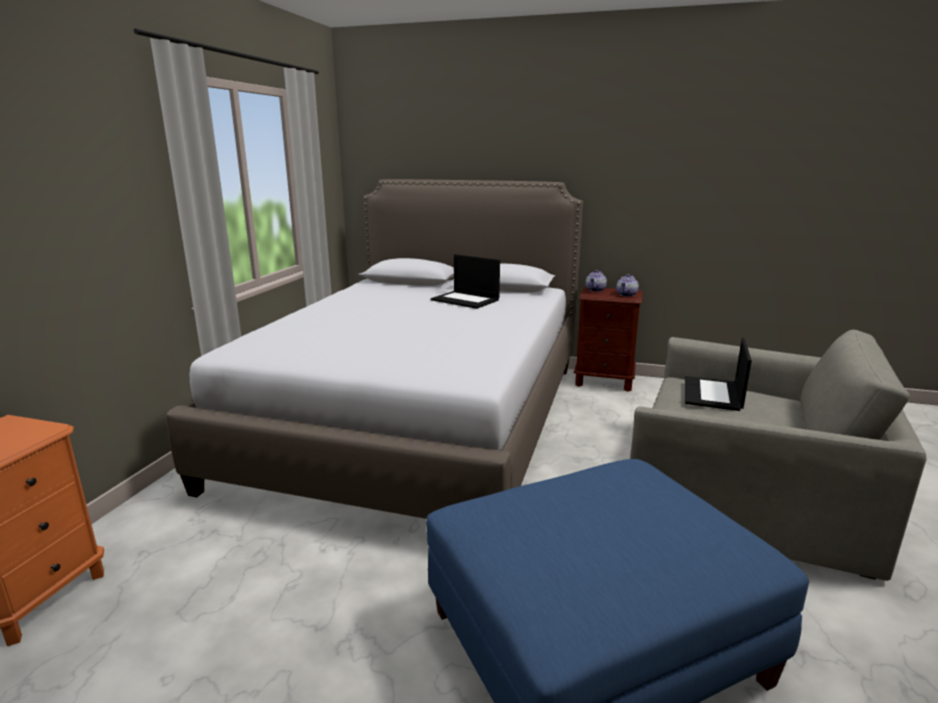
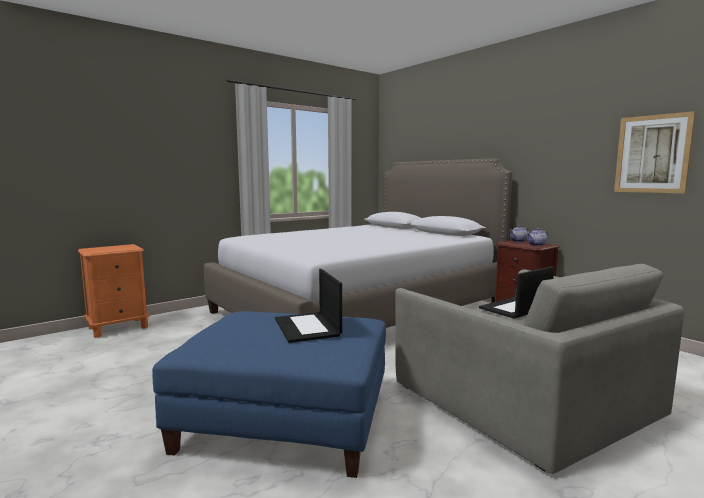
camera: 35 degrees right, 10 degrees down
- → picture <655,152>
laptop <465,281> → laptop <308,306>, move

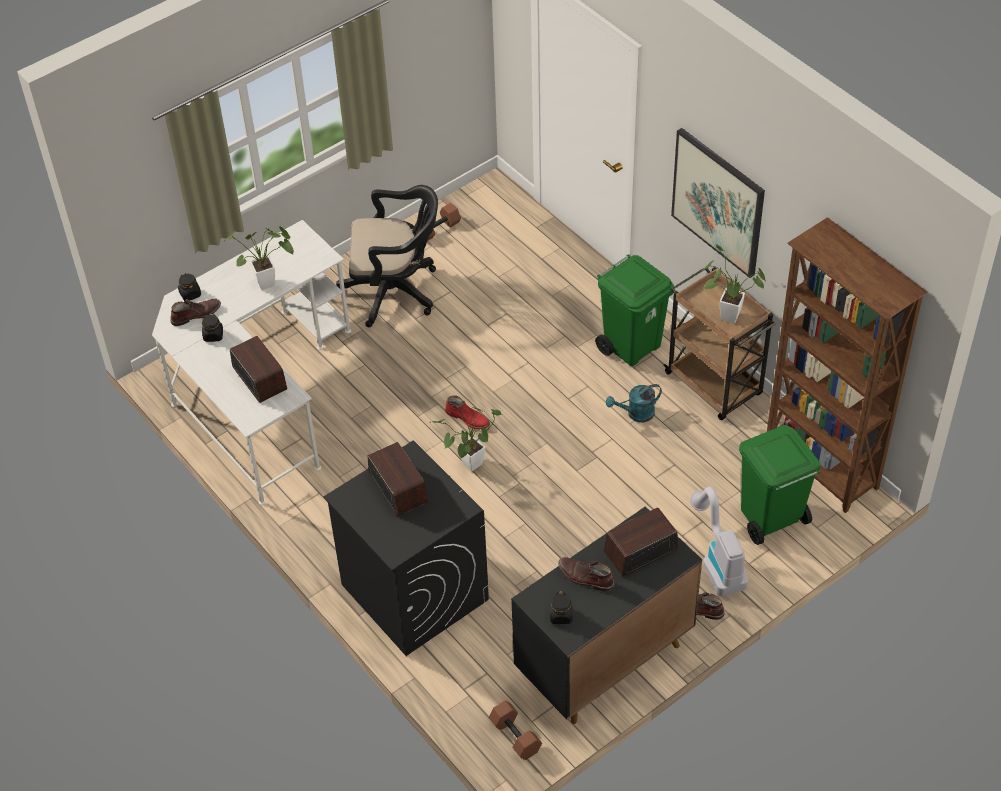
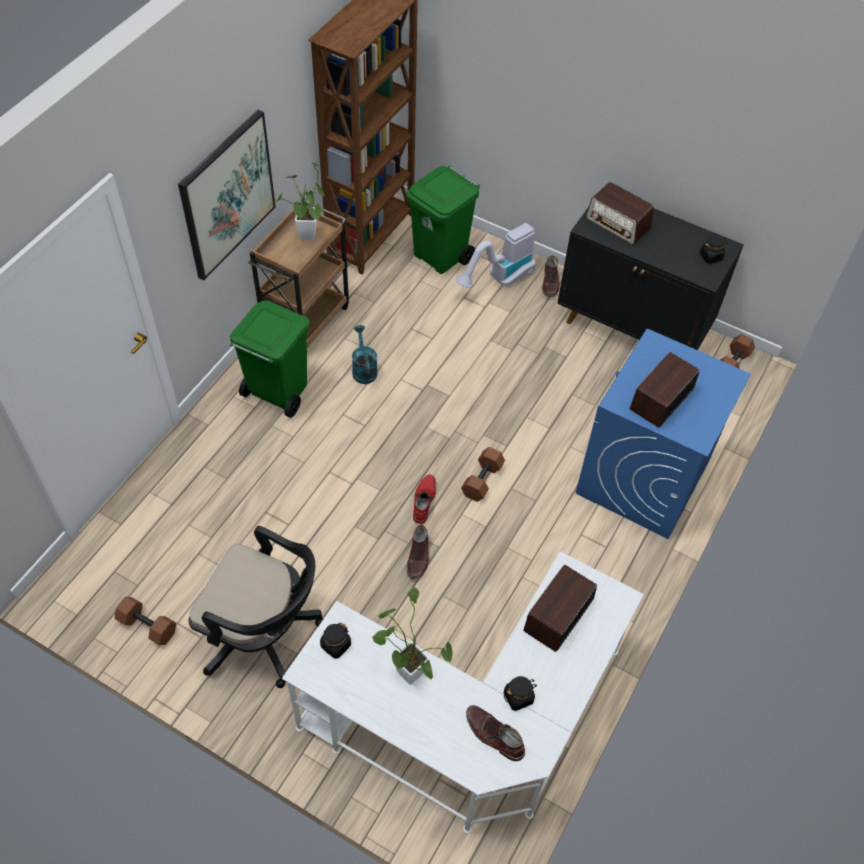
camera: 115 degrees left, 5 degrees up
blackish jar <189,287> → blackish jar <335,641>, move
brownish tall boot <586,574> → brownish tall boot <418,552>, move
potted plant <465,439> → brownish hand weight <483,474>
blackish washing machine <406,548> → blue-coloured washing machine <663,434>
blackish desk chair <387,256> → blackish desk chair <255,607>, 135 degrees clockwise
turquoise watering pot <634,403> → turquoise watering pot <365,354>, 150 degrees counterclockwise

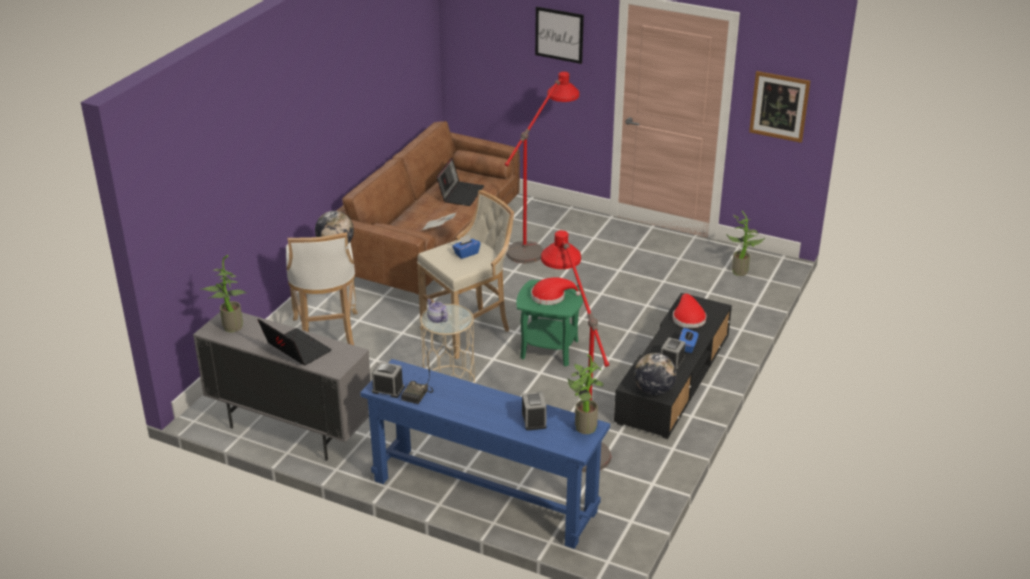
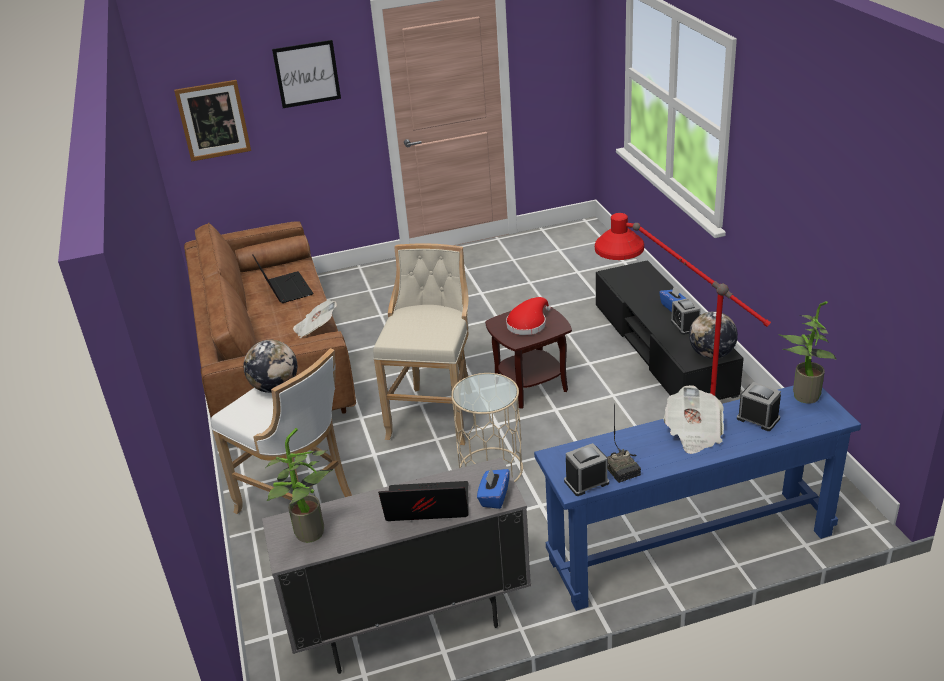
camera: 40 degrees left, 0 degrees up
tea pot <437,311> → -
red standing lamp <542,167> → -
red hat <689,311> → -
potted plant <745,243> → -
- → daily paper <694,419>
blue-coloured box of tissues <466,247> → blue-coloured box of tissues <493,488>, move
picture <779,107> → picture <212,120>, move
green-coloured side table <550,323> → brownish side table <528,357>

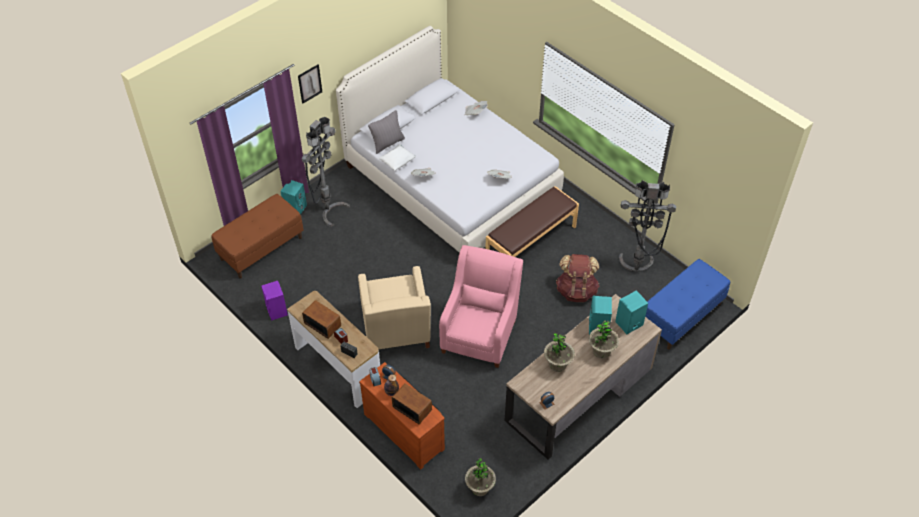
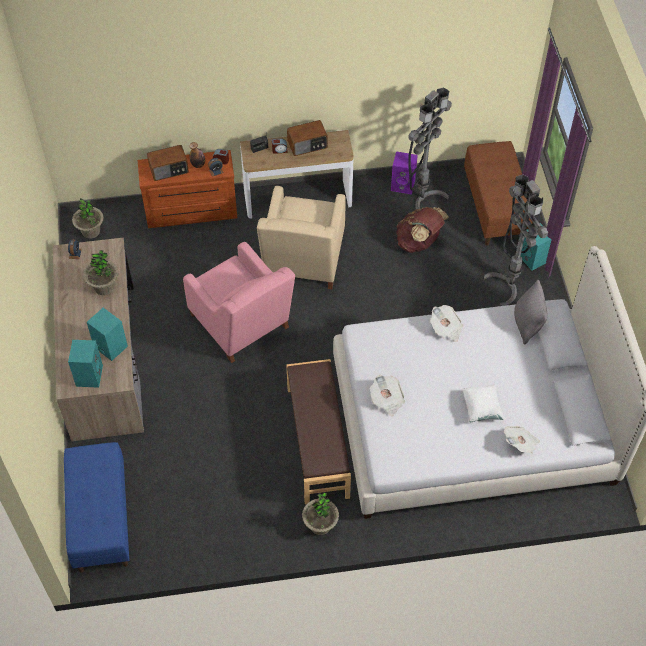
camera: 125 degrees right, 5 degrees up
picture <310,84> → -
white cushion <397,157> → white cushion <483,403>, move
brownish backpack <577,278> → brownish backpack <422,230>, move
potted plant <603,339> → potted plant <320,513>, move
grey standing lamp <647,226> → grey standing lamp <430,149>, move
sand-coloured armchair <394,307> → sand-coloured armchair <301,238>, 105 degrees counterclockwise

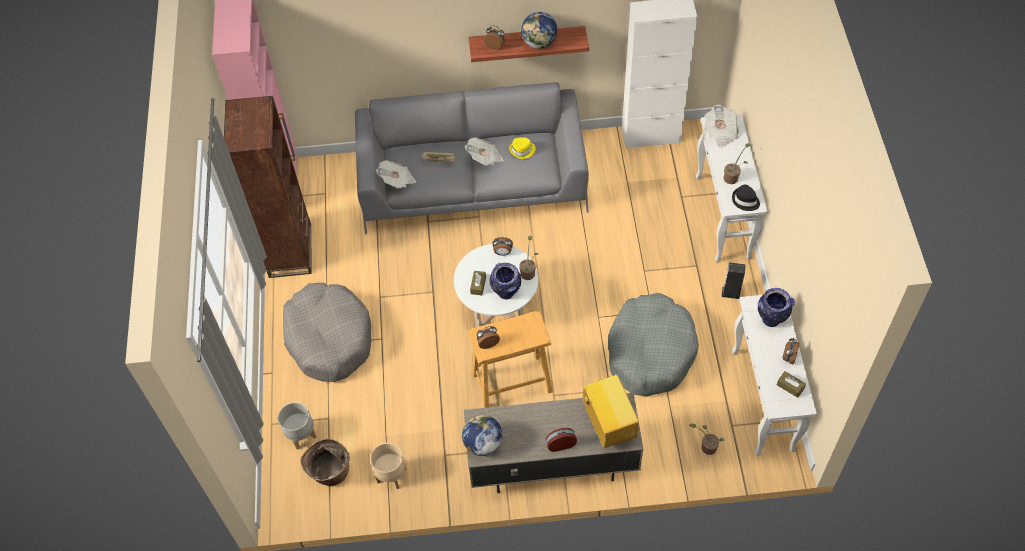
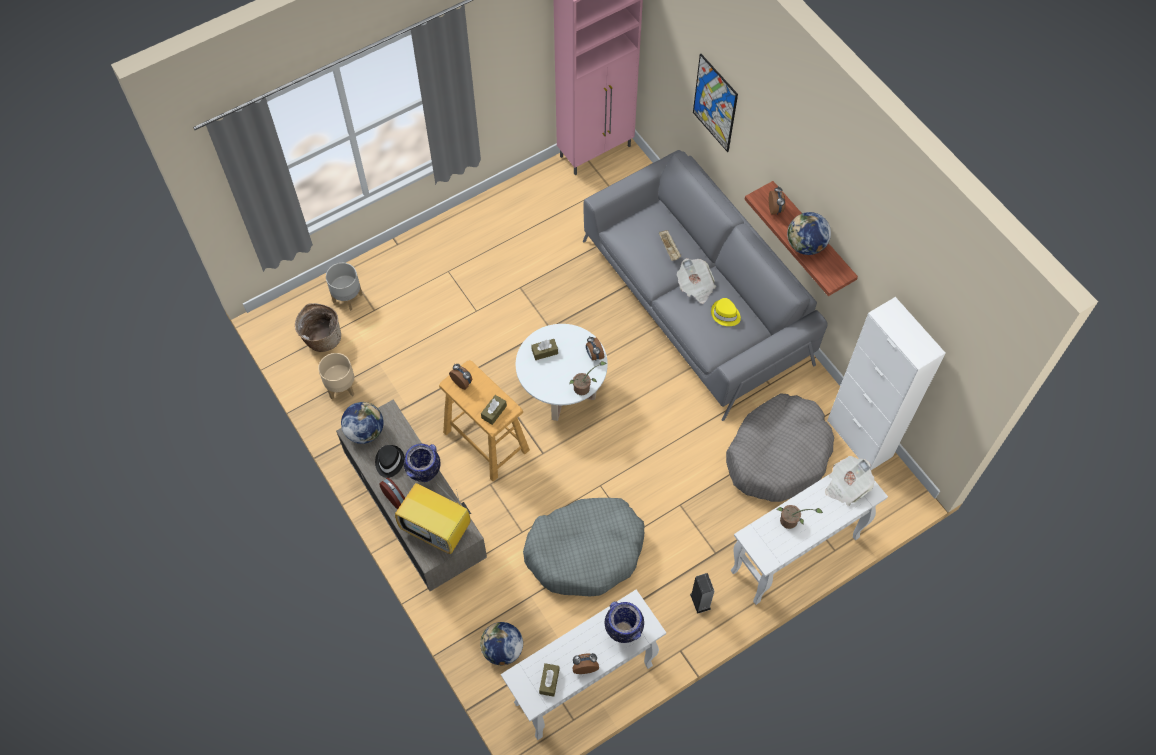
camera: 60 degrees right, 5 degrees up
brownish shelving unit <268,187> → -
daily paper <396,174> → -
- → brownish box of tissues <494,410>
- → picture <715,103>
grey pet bed <327,332> → grey pet bed <780,447>, move
vase <505,281> → vase <422,463>, move
blackish hat <746,198> → blackish hat <389,461>, move
potted plant <707,439> → globe <501,643>
TV <611,411> → TV <433,518>, 75 degrees clockwise

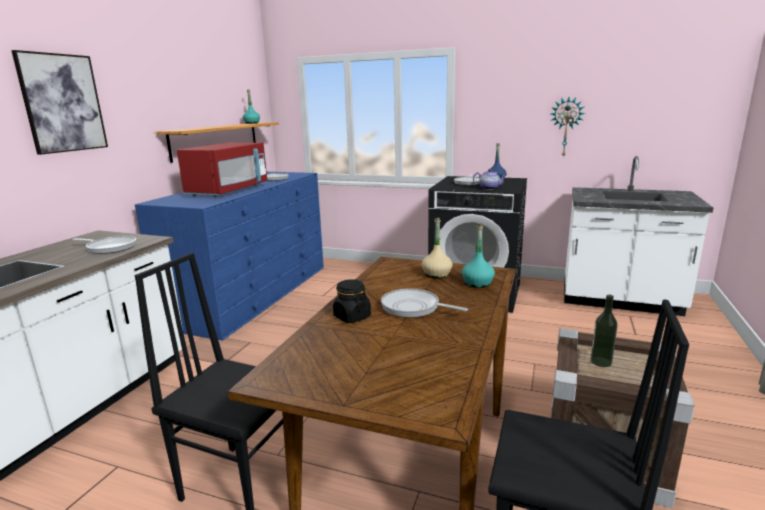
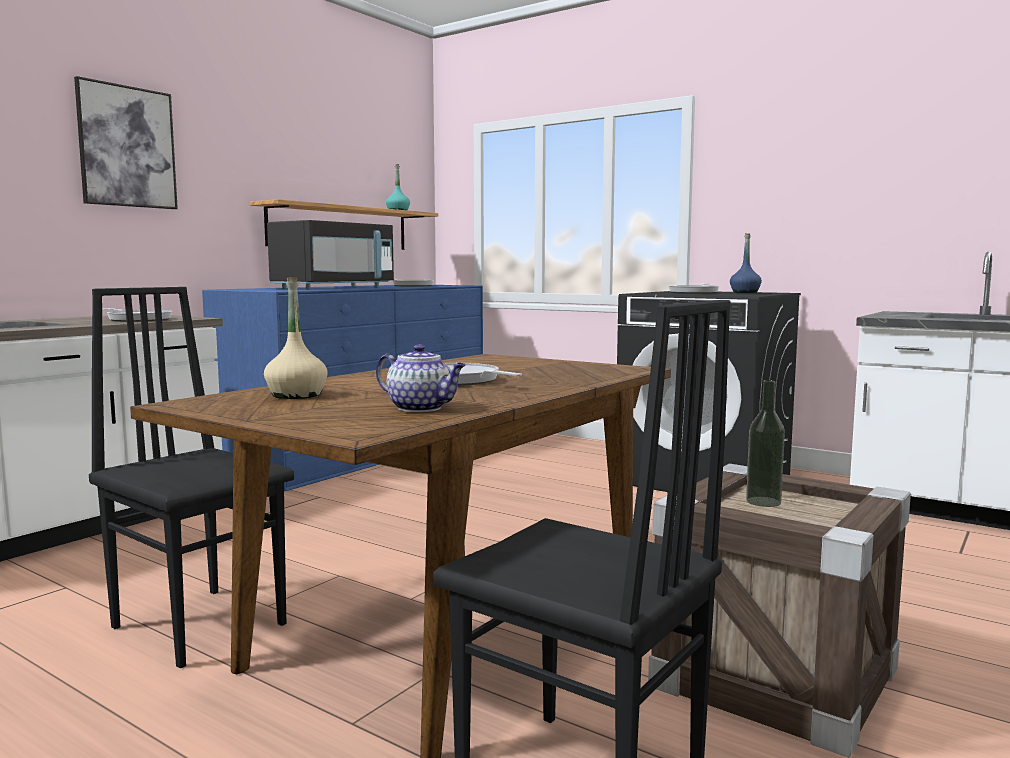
camera: 15 degrees right, 10 degrees down
blackish jar <352,301> → -
turquoise bottle <478,256> → -
clock on the wall <567,127> → -
sand-coloured bottle <437,248> → sand-coloured bottle <296,338>, move
tea pot <490,179> → tea pot <421,378>, move
red microwave oven <222,170> → blackish microwave oven <330,254>

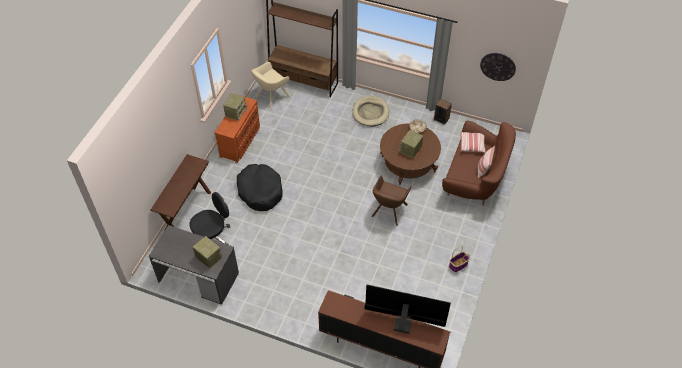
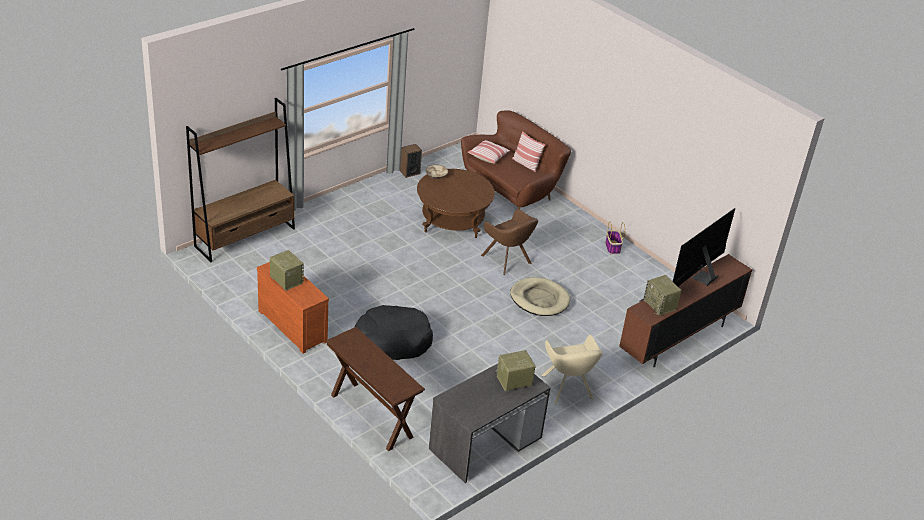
camera: 65 degrees left, 15 degrees down
blackish desk chair <209,218> → -
clock on the wall <498,67> → -
sand-coloured armchair <271,86> → sand-coloured armchair <572,369>, move
sand-coloured pet bed <370,111> → sand-coloured pet bed <540,296>, move
radio receiver <411,144> → radio receiver <663,295>, move

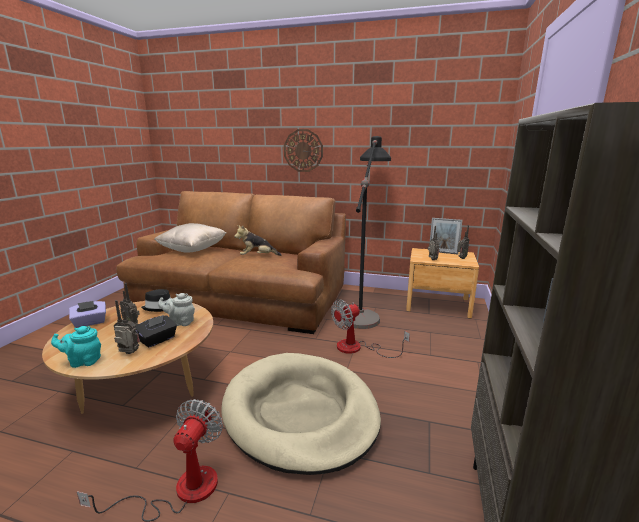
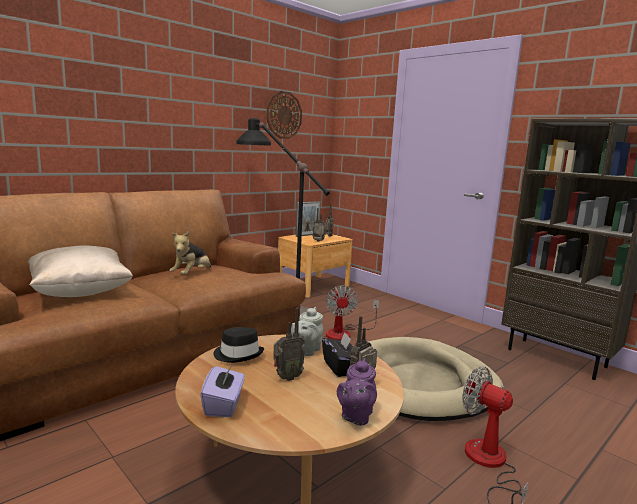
camera: 60 degrees left, 5 degrees down
clock on the wall <303,150> → clock on the wall <284,115>, move
turquoise tea pot <76,347> → purple-coloured tea pot <357,392>

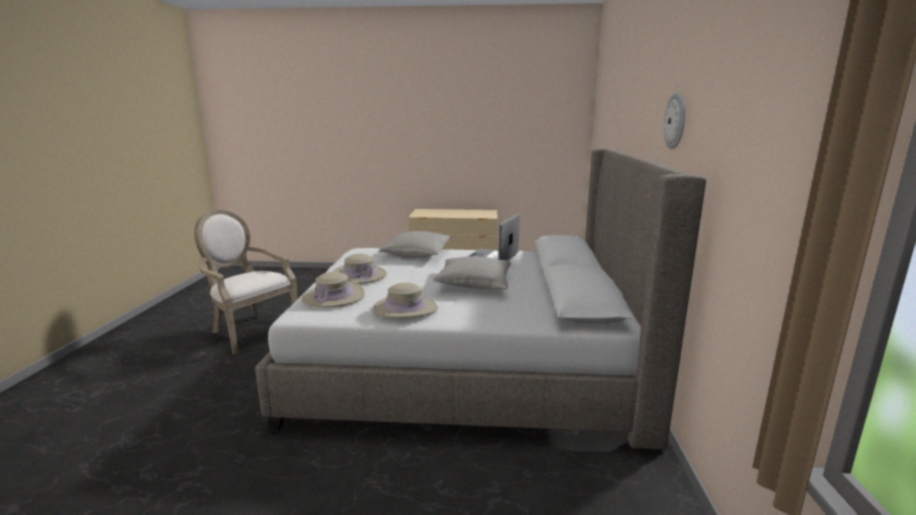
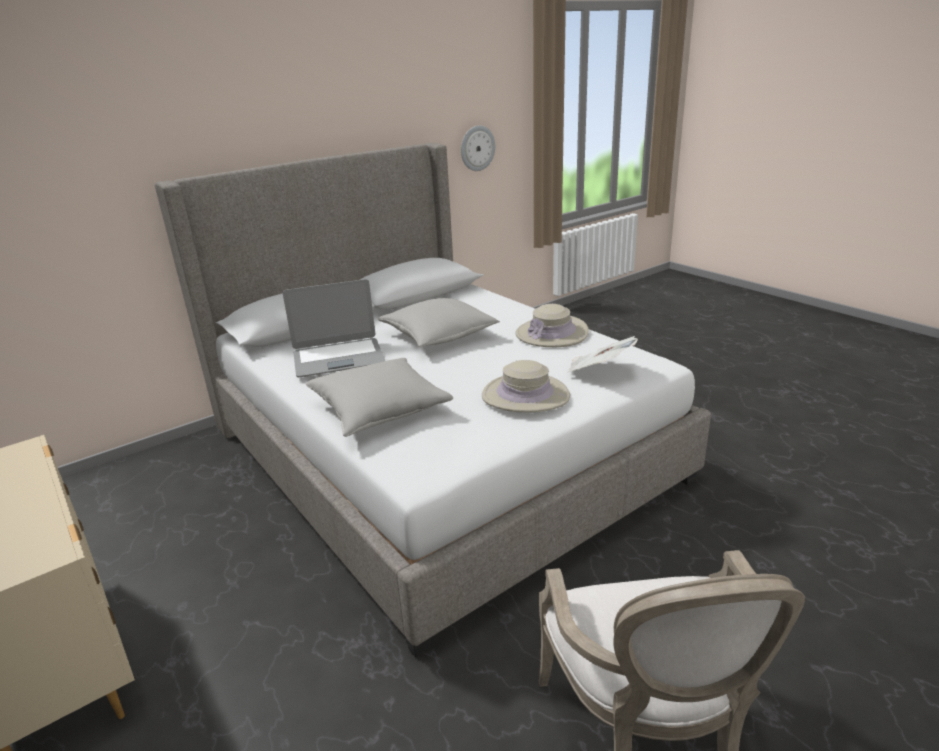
camera: 130 degrees left, 10 degrees up
clock on the wall <674,121> → clock on the wall <478,148>, move
sand-coloured hat <333,290> → daily paper <603,354>

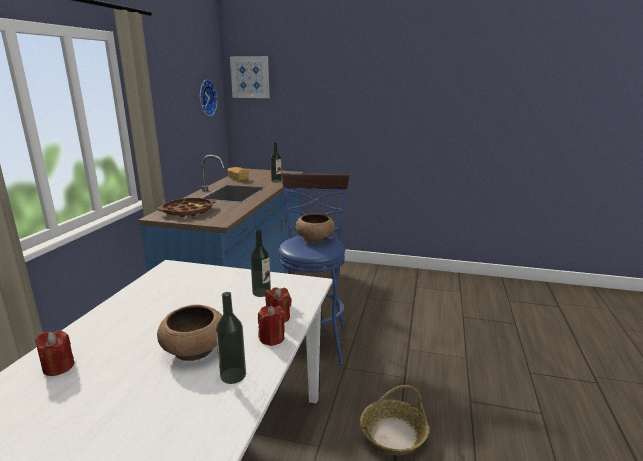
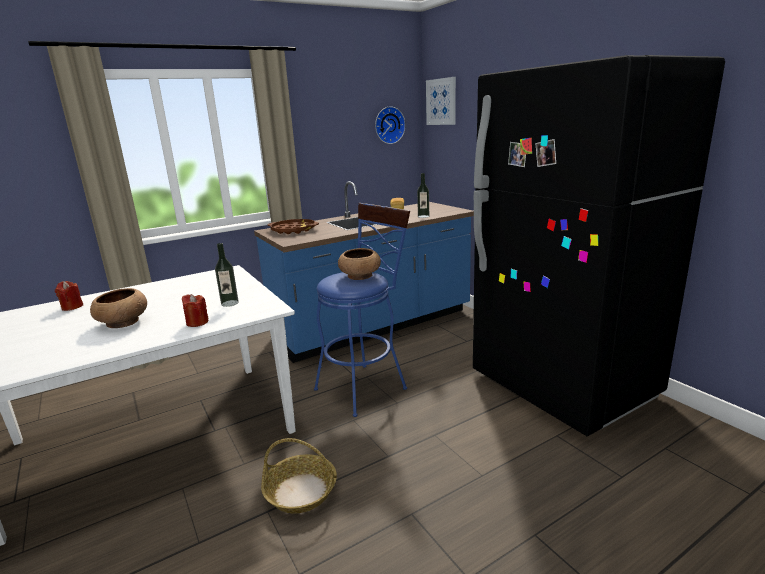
camera: 45 degrees right, 0 degrees up
bottle <231,338> → -
red candle <271,326> → -
- → blackish kitchen fridge <599,245>

